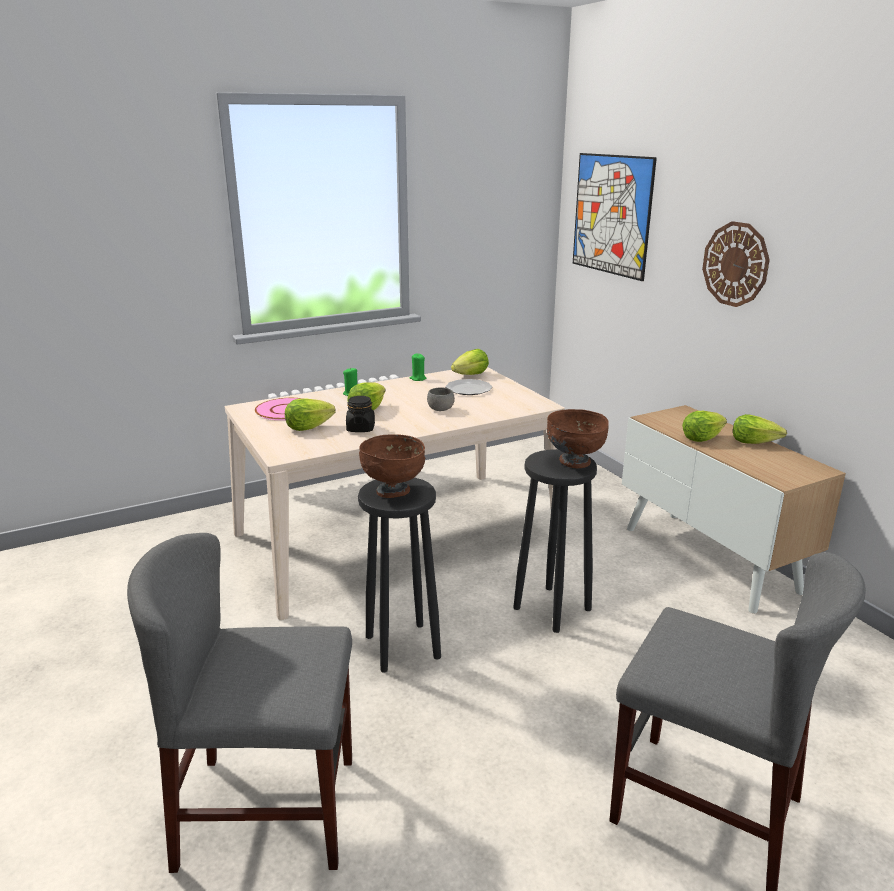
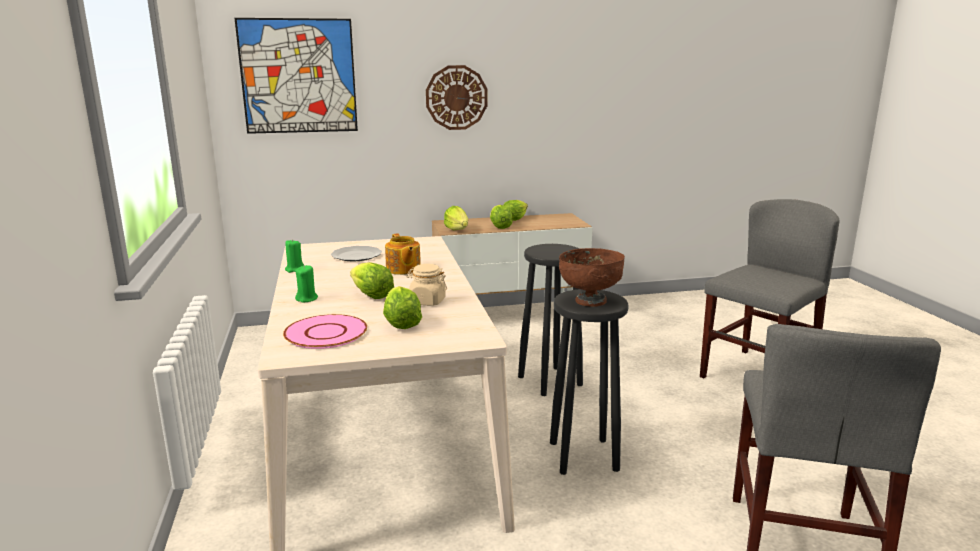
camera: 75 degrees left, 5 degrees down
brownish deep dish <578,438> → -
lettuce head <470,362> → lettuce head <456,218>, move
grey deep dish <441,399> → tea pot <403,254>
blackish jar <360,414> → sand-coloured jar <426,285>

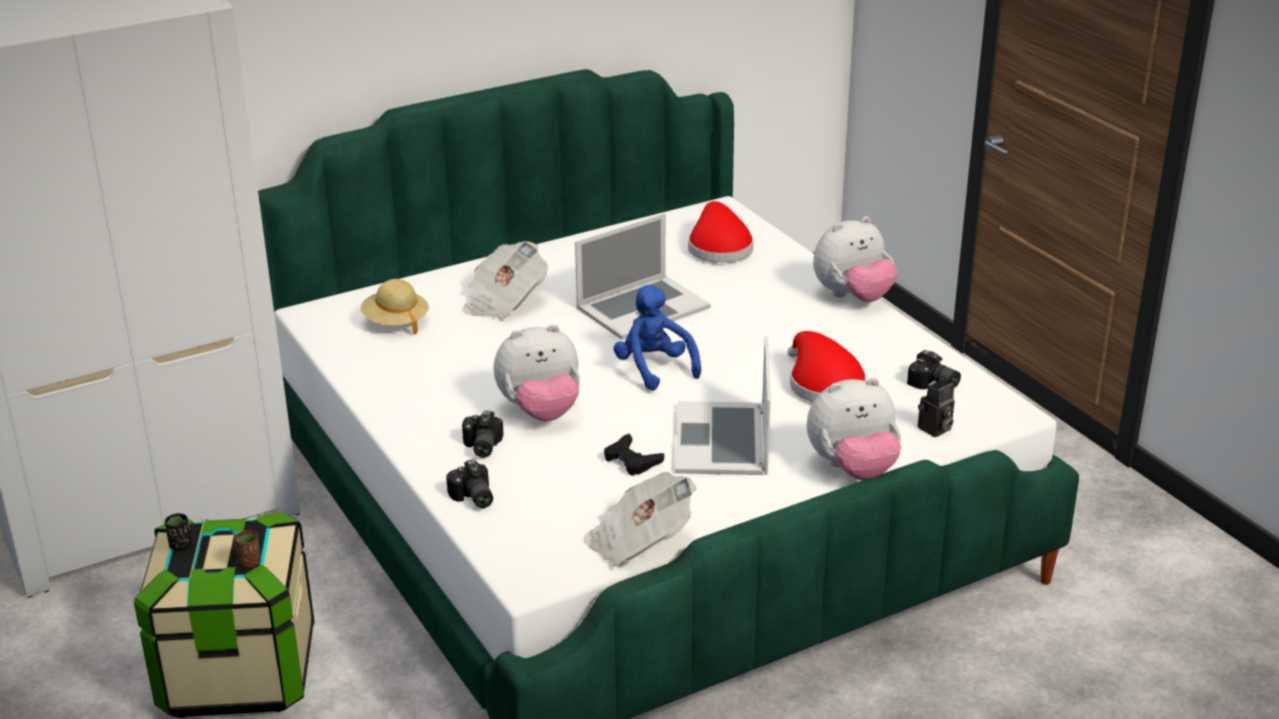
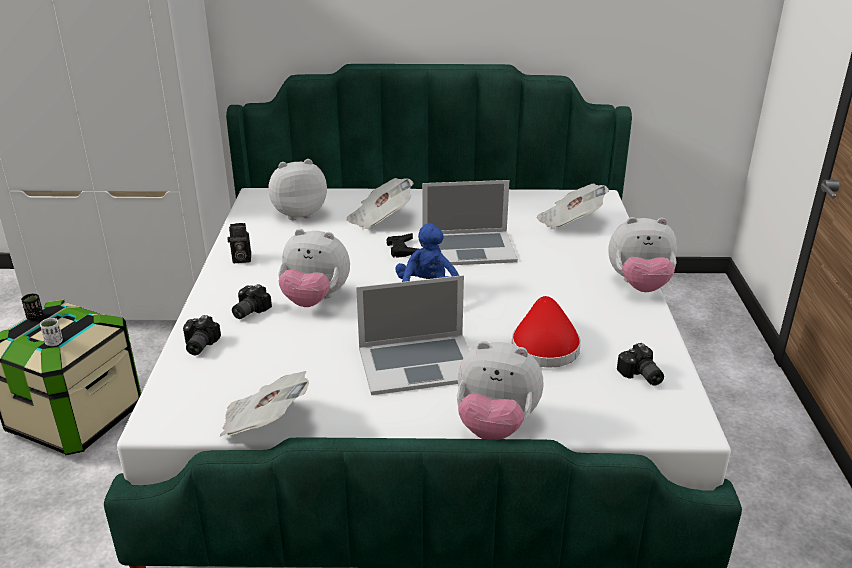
camera: 30 degrees right, 0 degrees up
blackish game controller <634,454> → blackish game controller <402,245>, move
still camera <936,408> → still camera <239,243>, move
sand-coloured hat <394,306> → plush toy <298,189>
red hat <721,232> → daily paper <573,206>
brownish drinking cup <248,549> → white drinking cup <51,332>
laptop <723,405> → laptop <413,335>, 135 degrees counterclockwise

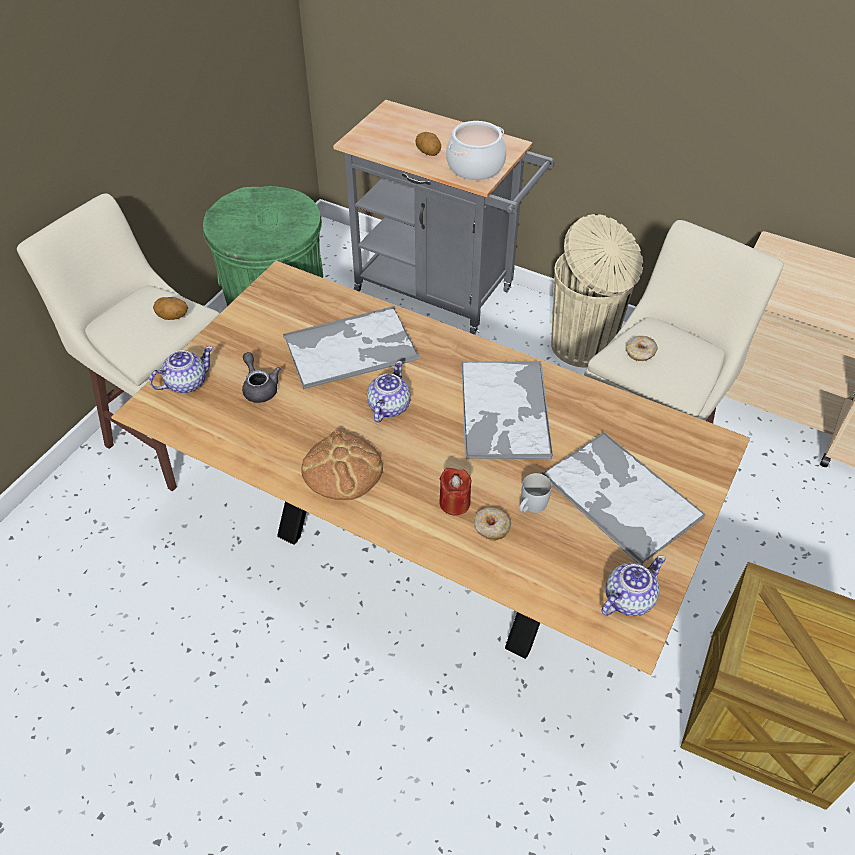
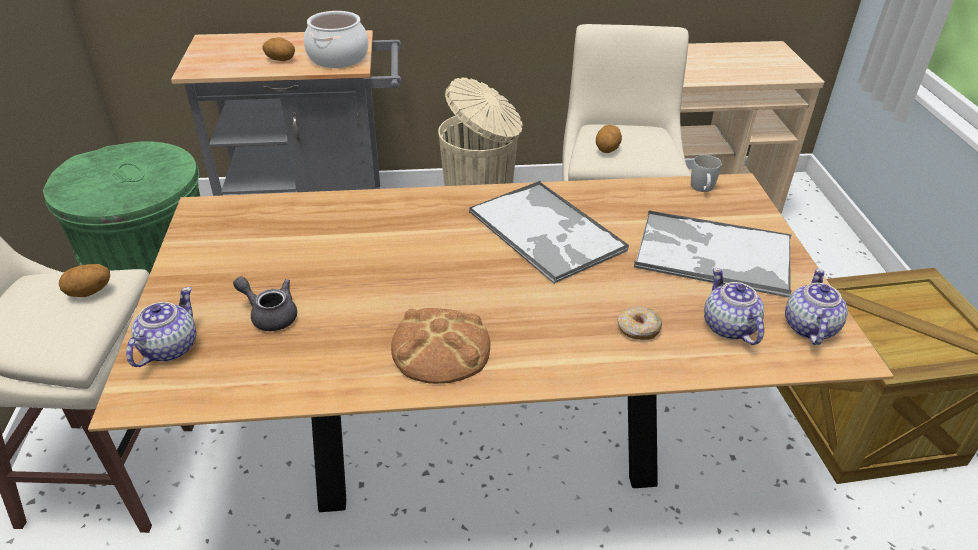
camera: 35 degrees left, 10 degrees down
carrying tray <351,347> → -
red candle <455,492> → -
tea pot <389,392> → tea pot <734,306>, move
white tea mug <535,493> → white tea mug <706,173>, move
donut <642,348> → spud <609,139>

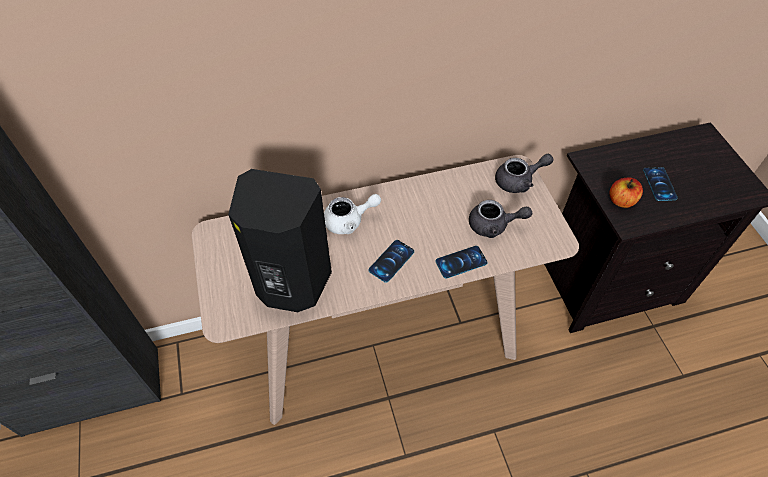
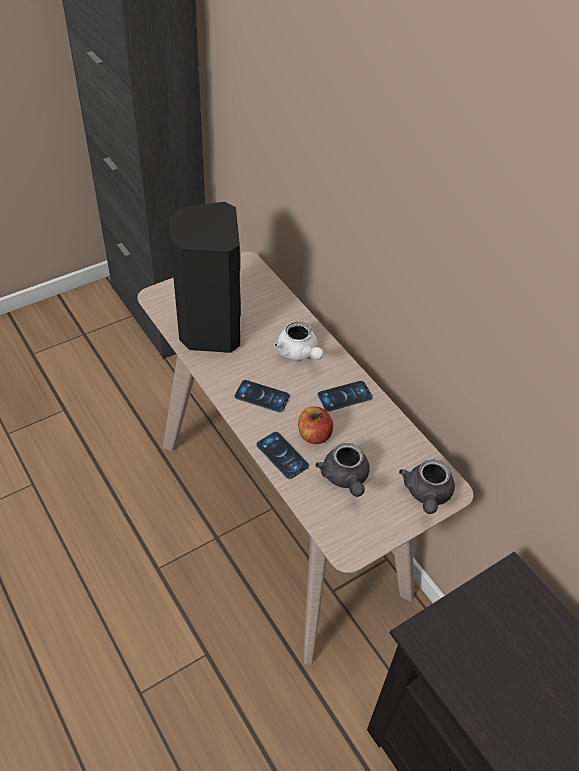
camera: 70 degrees right, 5 degrees down
apple <626,193> → apple <315,425>, move
phone <660,184> → phone <345,396>, move
grey tea pot <524,173> → grey tea pot <427,487>, 45 degrees clockwise

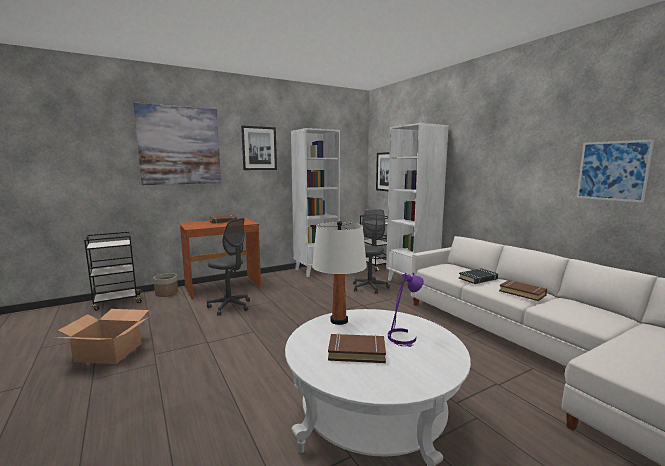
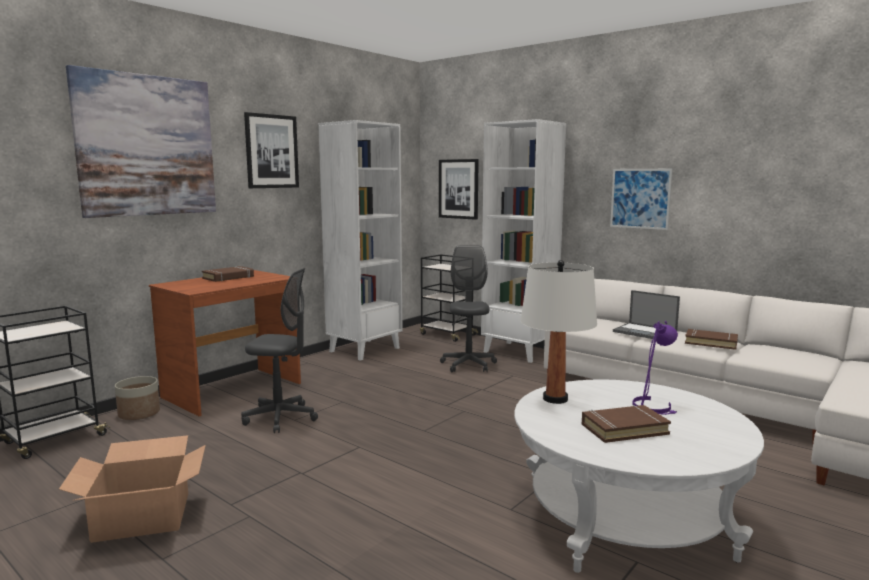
camera: 20 degrees left, 0 degrees up
picture <615,171> → picture <641,199>, move
blackish book <478,276> → laptop <646,314>

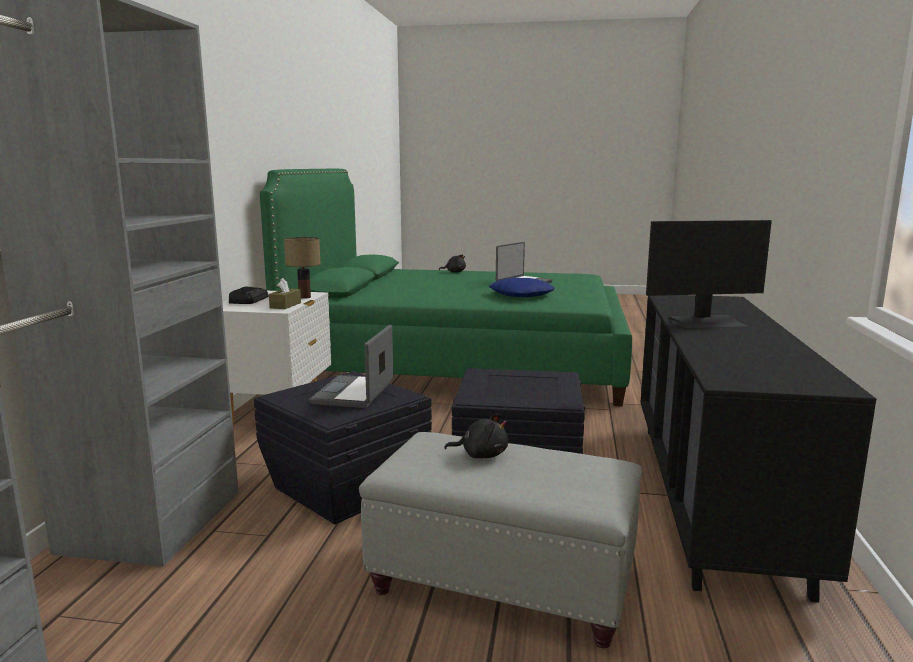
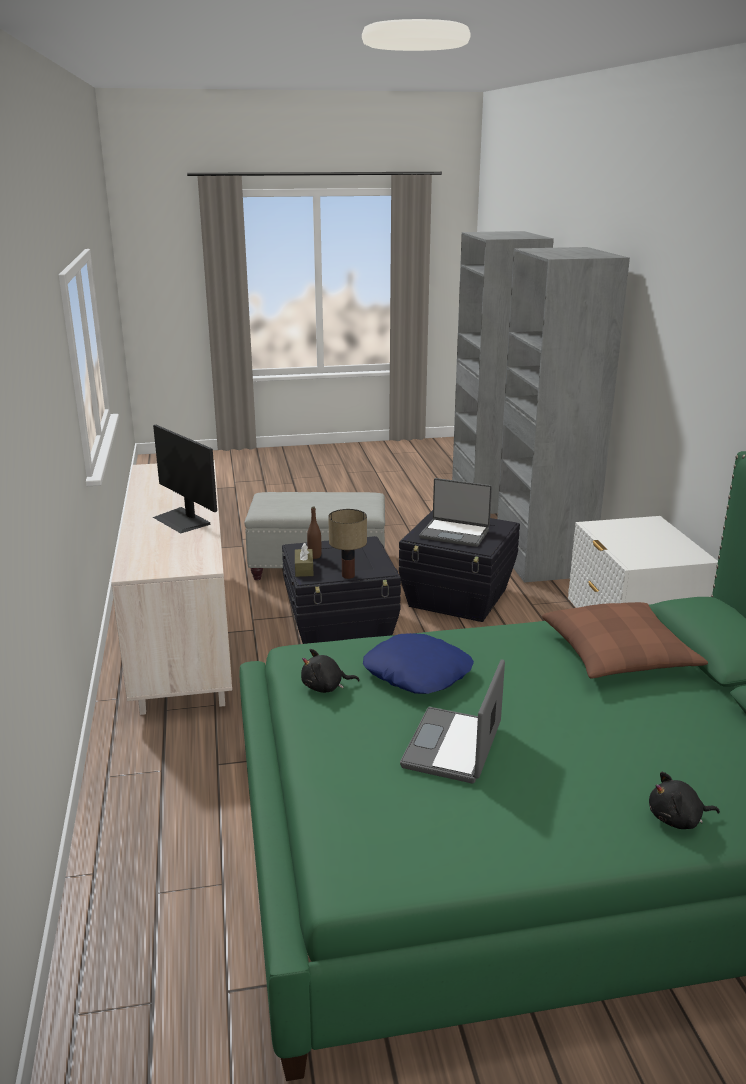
camera: 160 degrees right, 10 degrees up
radio receiver <249,295> → -
- → brownish bottle <314,533>
- → brownish cushion <625,640>
brownish box of tissues <285,293> → brownish box of tissues <304,560>, move
table lamp <302,268> → table lamp <347,544>, move
blackish plush toy <476,435> → blackish plush toy <330,671>, move
blackish drawer chest <758,449> → sand-coloured drawer chest <171,587>
laptop <351,366> → laptop <455,512>, 120 degrees clockwise
computer screen <709,274> → computer screen <185,479>, 105 degrees counterclockwise

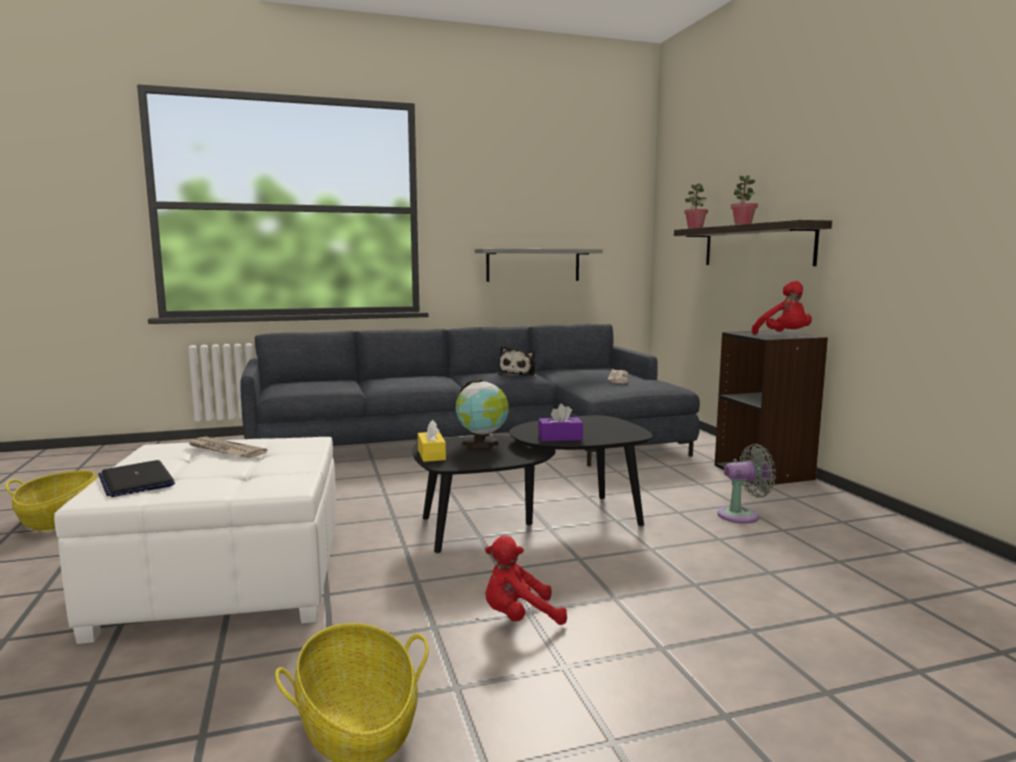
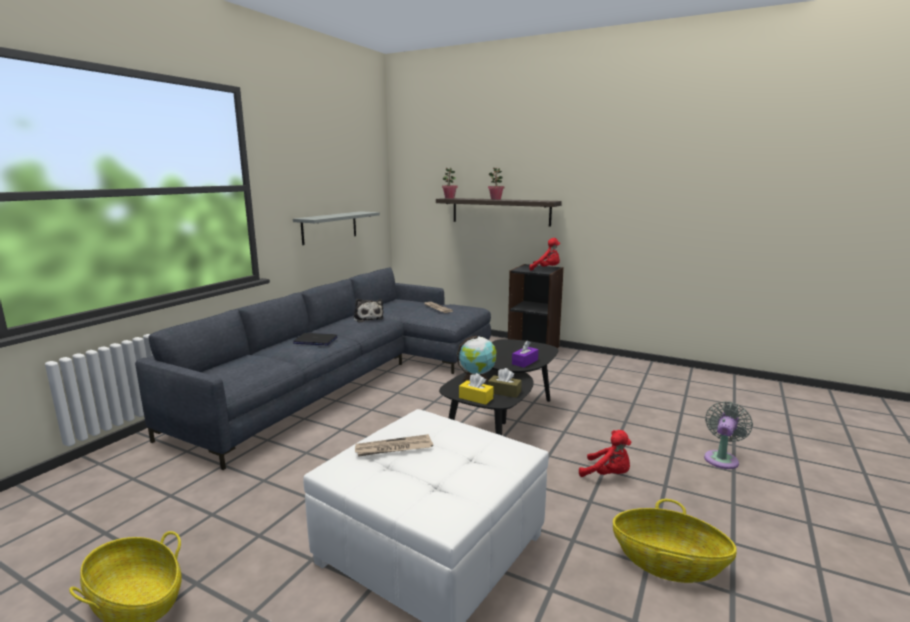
camera: 45 degrees left, 5 degrees up
- → brownish box of tissues <505,383>
laptop <136,478> → laptop <315,339>, move
grey electric fan <746,484> → grey electric fan <728,435>, move
red plush toy <526,580> → red plush toy <605,453>, 90 degrees counterclockwise

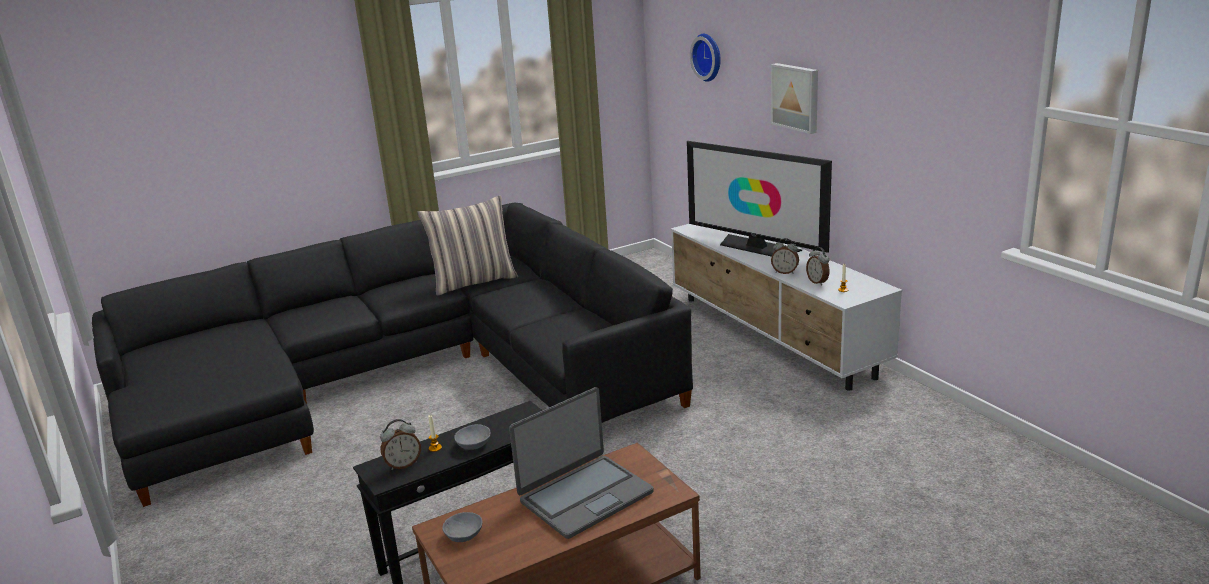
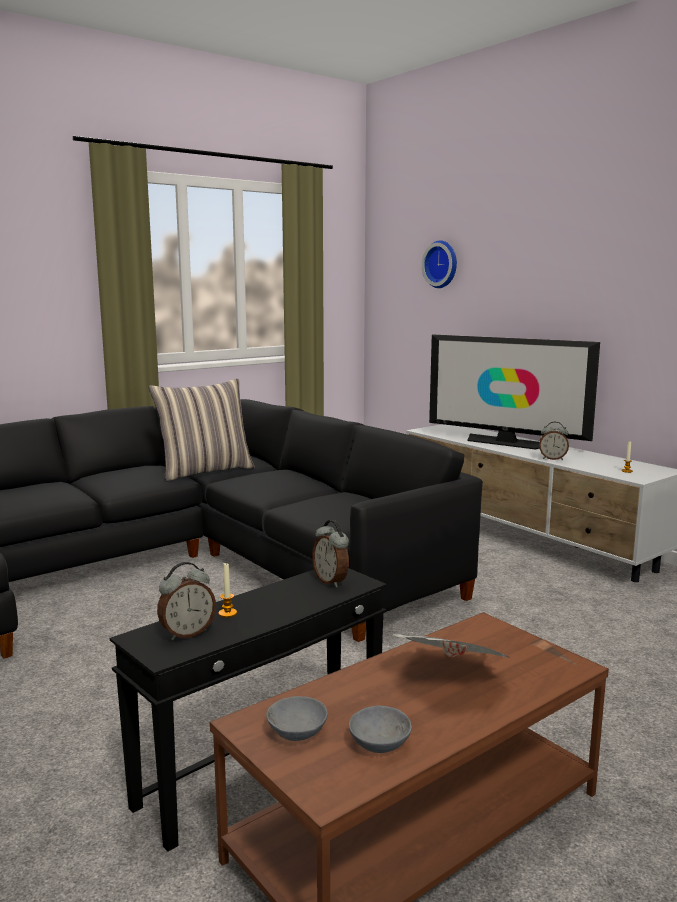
camera: 10 degrees left, 10 degrees down
picture <794,98> → -
grey deep dish <472,437> → grey deep dish <380,729>, move
bedside clock <817,266> → bedside clock <330,553>, move
laptop <581,463> → daily paper <451,646>

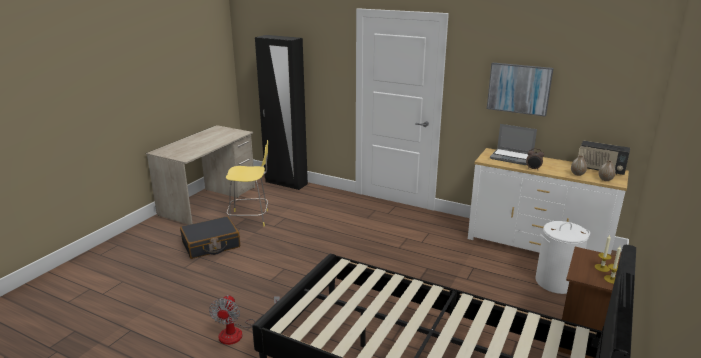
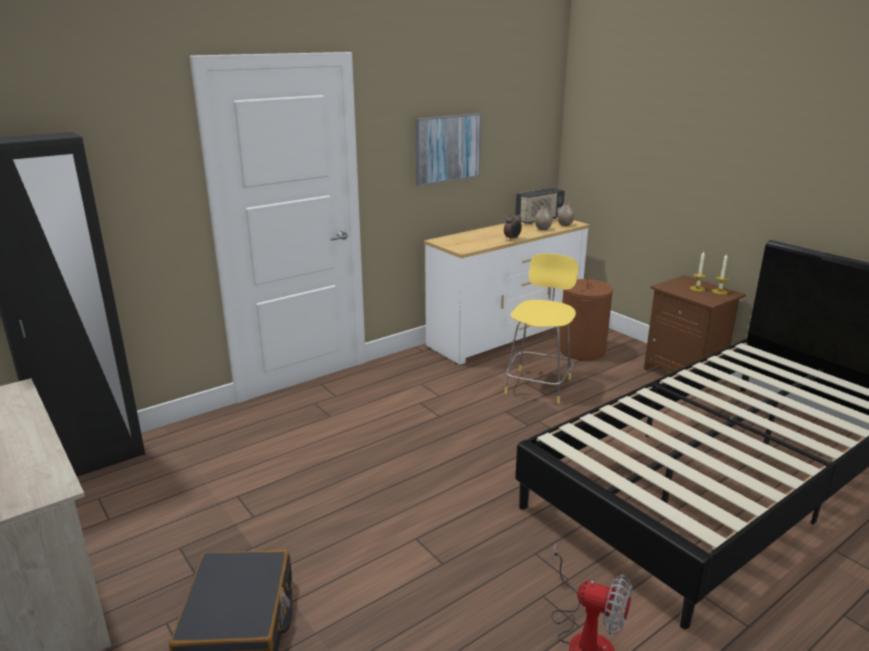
camera: 65 degrees left, 0 degrees up
laptop <513,144> → -
yellow sitting stool <247,183> → yellow sitting stool <541,328>, move
white laundry basket <562,257> → brownish laundry basket <586,318>

